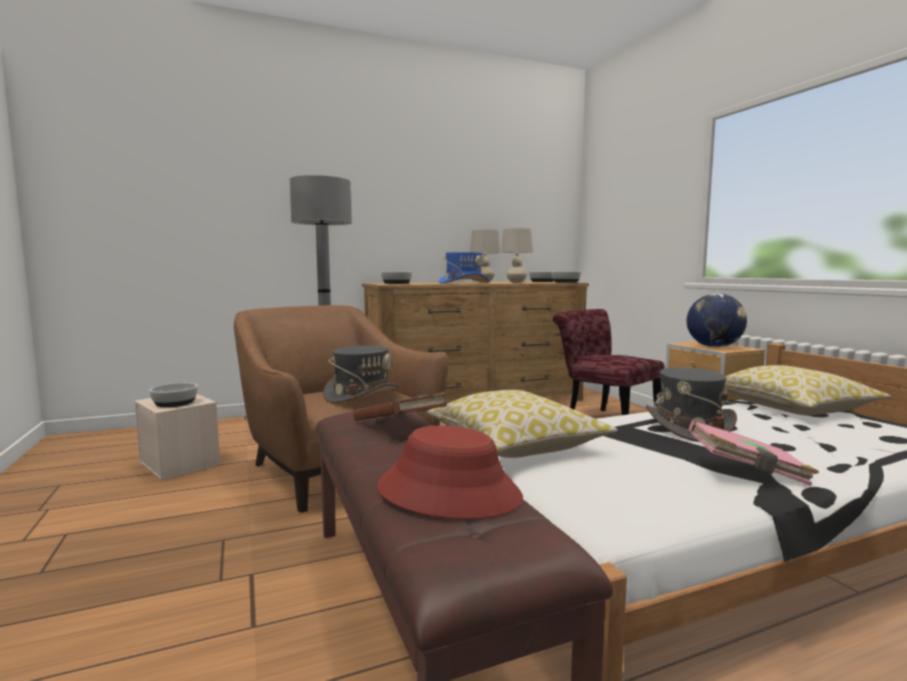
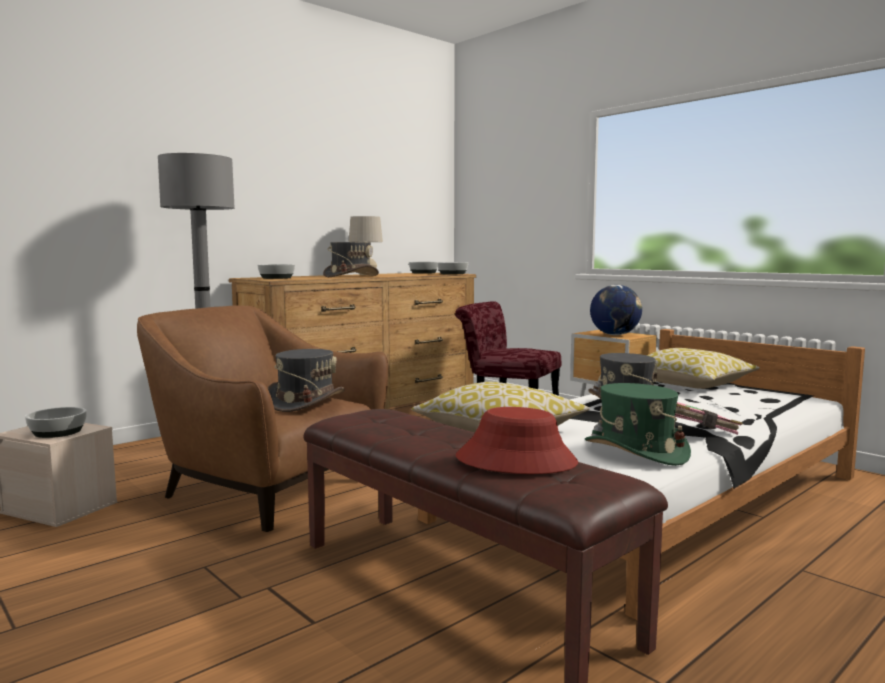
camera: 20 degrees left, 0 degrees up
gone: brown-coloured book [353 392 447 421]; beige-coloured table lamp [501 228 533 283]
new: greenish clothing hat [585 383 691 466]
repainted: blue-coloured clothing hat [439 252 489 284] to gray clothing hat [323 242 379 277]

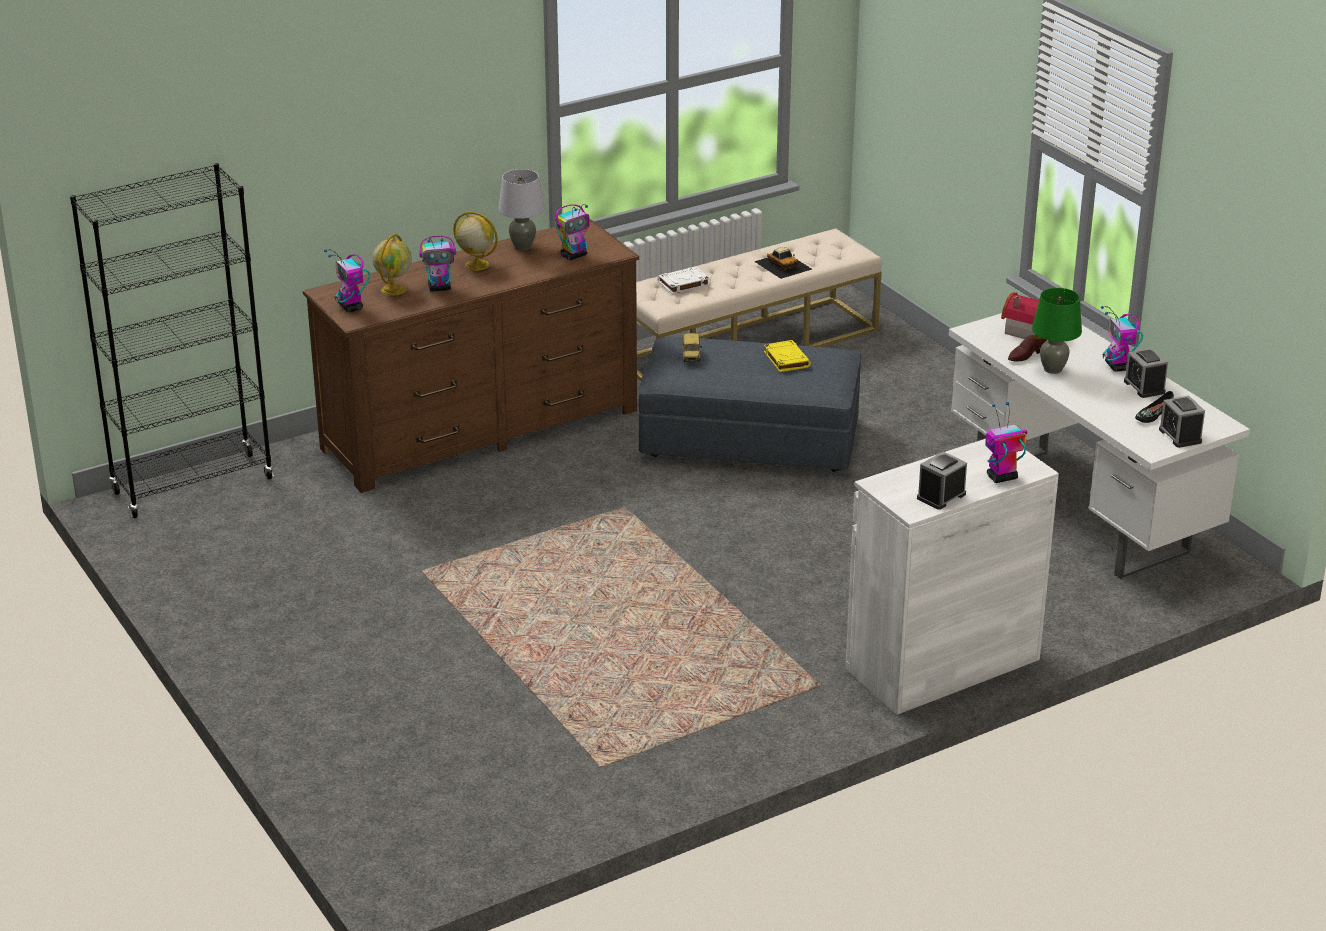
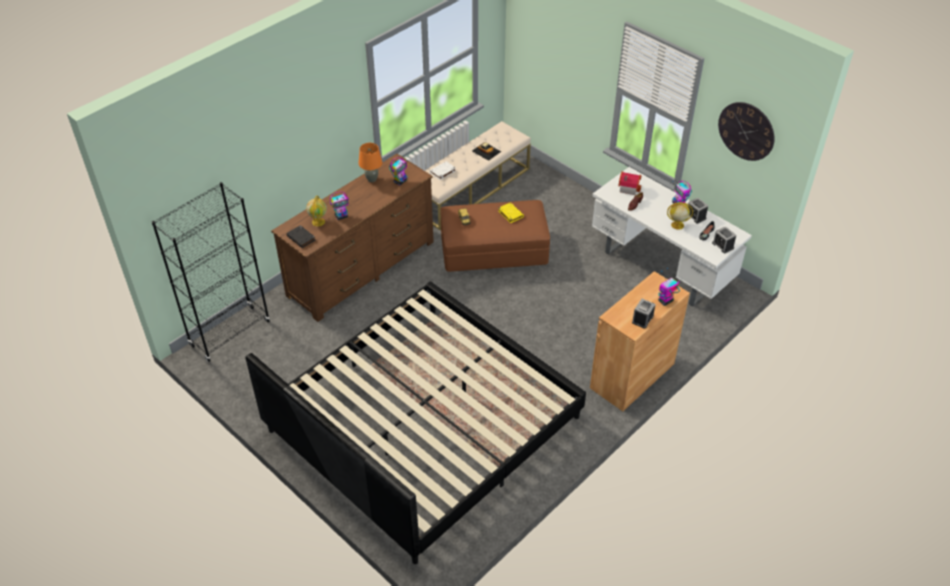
camera: 15 degrees left, 15 degrees up
gone: greenish table lamp [1032 288 1082 374]
new: bed [246 281 586 564]; clock on the wall [718 102 774 161]
shifted: globe [453 212 498 271] to [667 202 693 230]
swapped: toy robot [324 249 370 312] to black book [286 225 315 248]
repainted: gray table lamp [499 169 545 250] to orange table lamp [358 143 382 182]; gray ottoman [638 336 861 472] to brown-coloured ottoman [441 200 550 272]; white-coloured storage cabinet [845 439 1059 715] to brown-coloured storage cabinet [590 271 690 411]

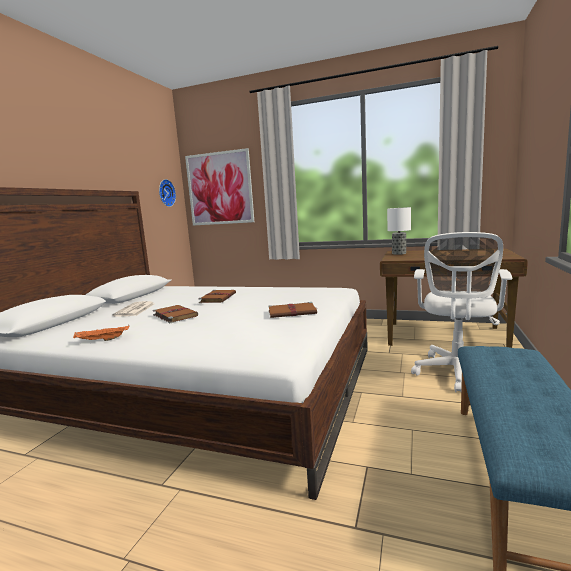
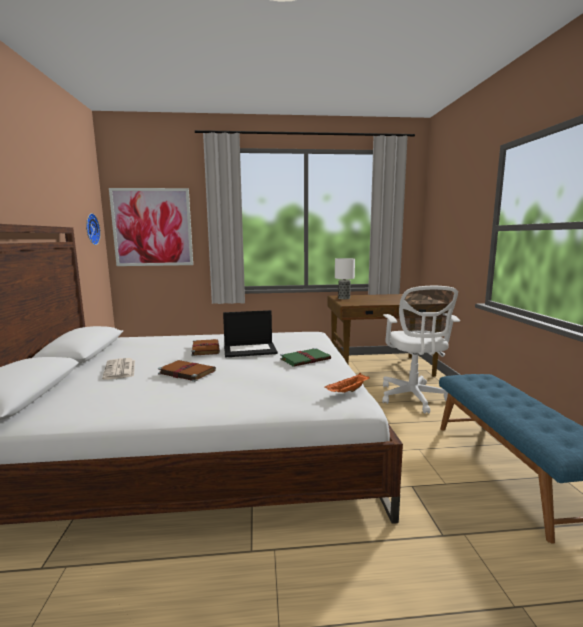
camera: 25 degrees left, 0 degrees up
new: portable computer [223 310 278 357]
shifted: orange serving tray [73 325 129 341] to [324 373 369 393]
repainted: brown-coloured book [268 302 317 318] to greenish book [280 348 331 367]

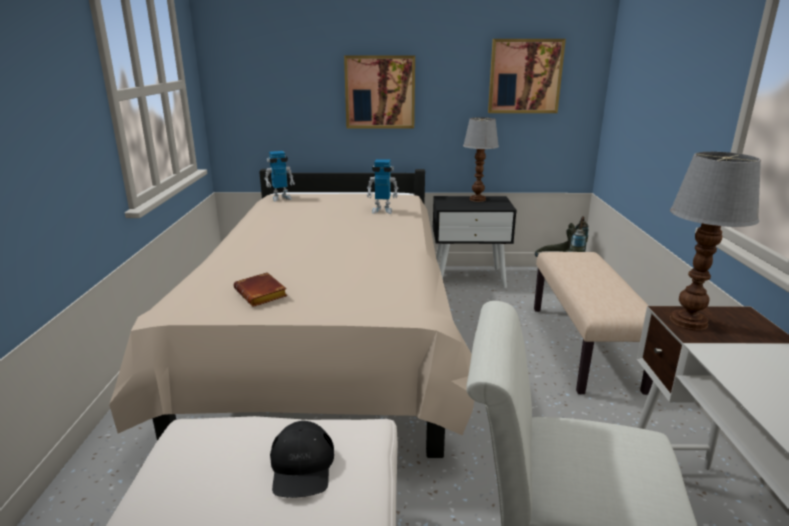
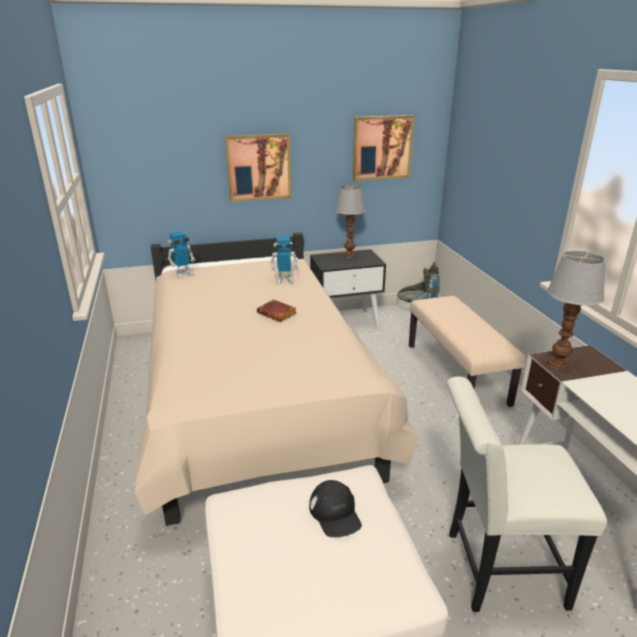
camera: 15 degrees left, 5 degrees up
shifted: brown-coloured book [234 272 288 307] to [257 299 297 322]

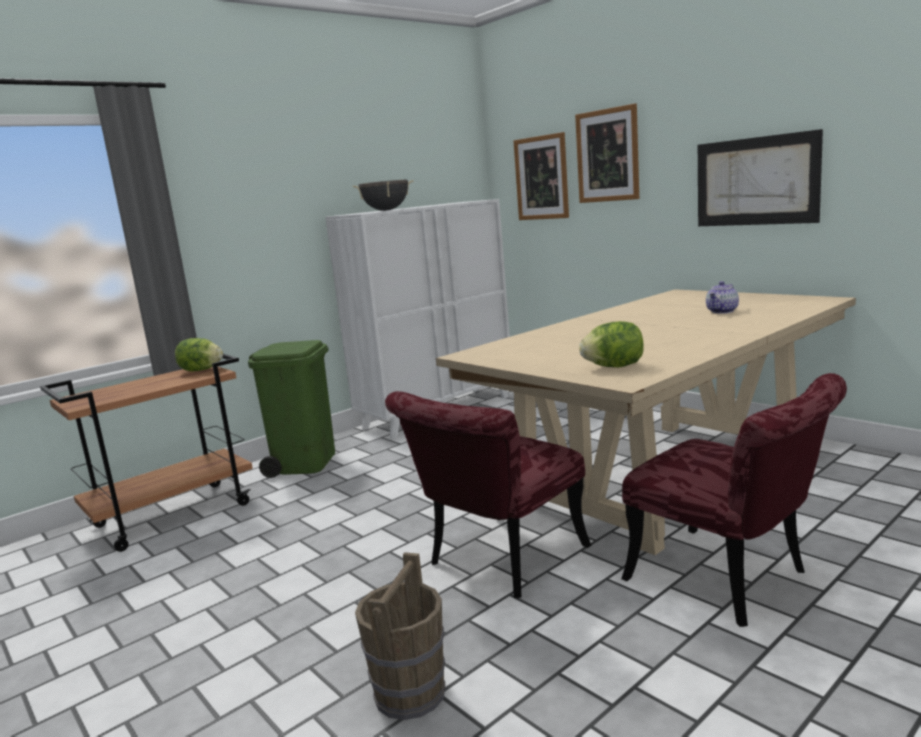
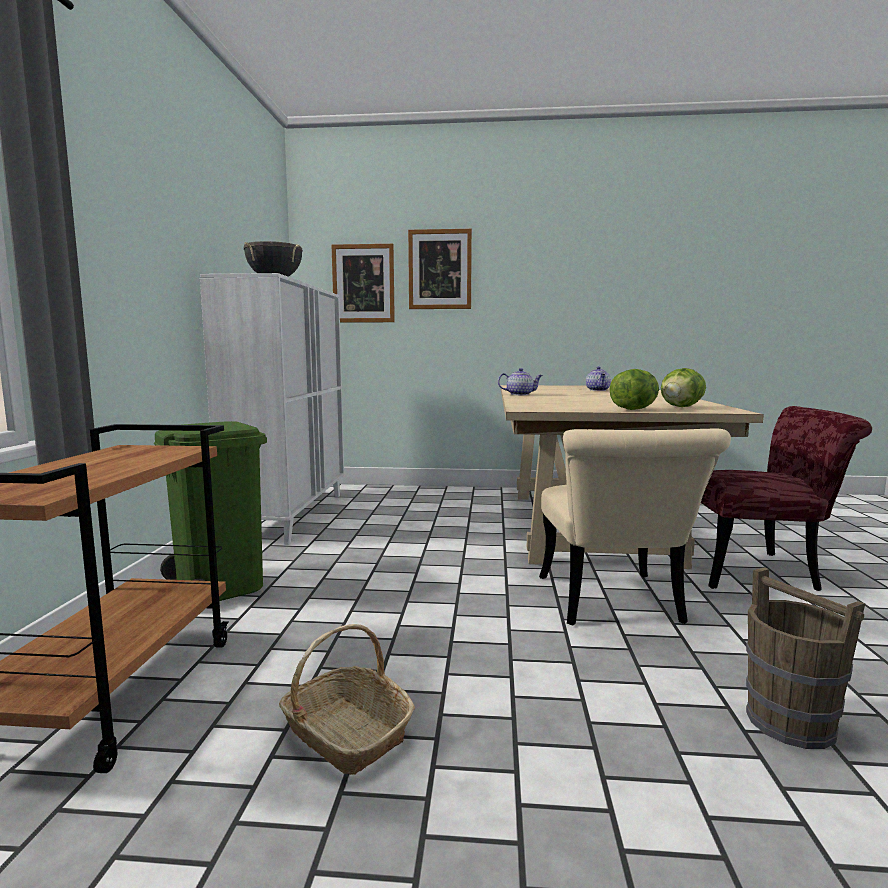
camera: 45 degrees left, 5 degrees down
gone: wall art [698 129 823 226]
new: storage basket [279 624 415 775]; teapot [498 368 543 395]
shifted: head of lettuce [175 338 223 371] to [609 369 659 410]
repainted: reddish upright chair [385 391 591 598] to beige-coloured upright chair [539 428 731 625]

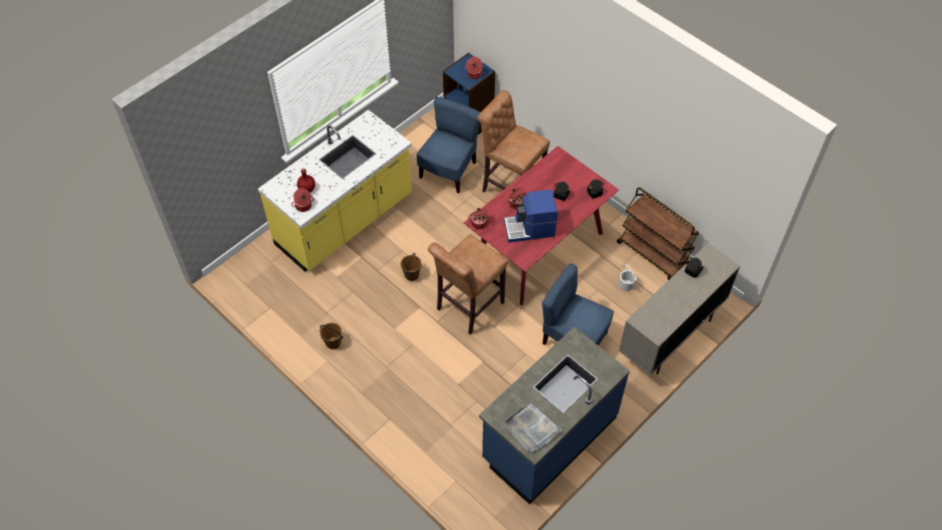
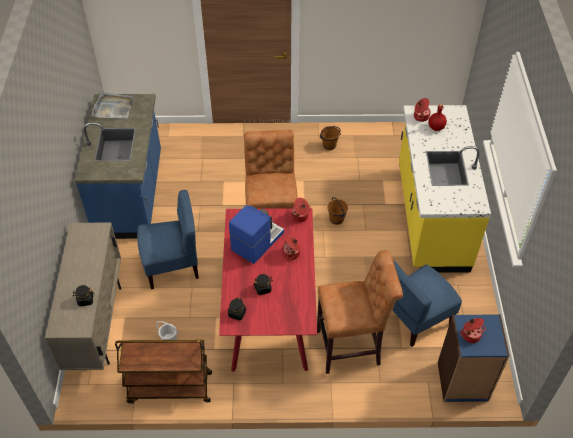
camera: 135 degrees right, 5 degrees down
rotated: blue-coloured upright chair [417 97 481 194] = [392 261 462 347] 75 degrees clockwise

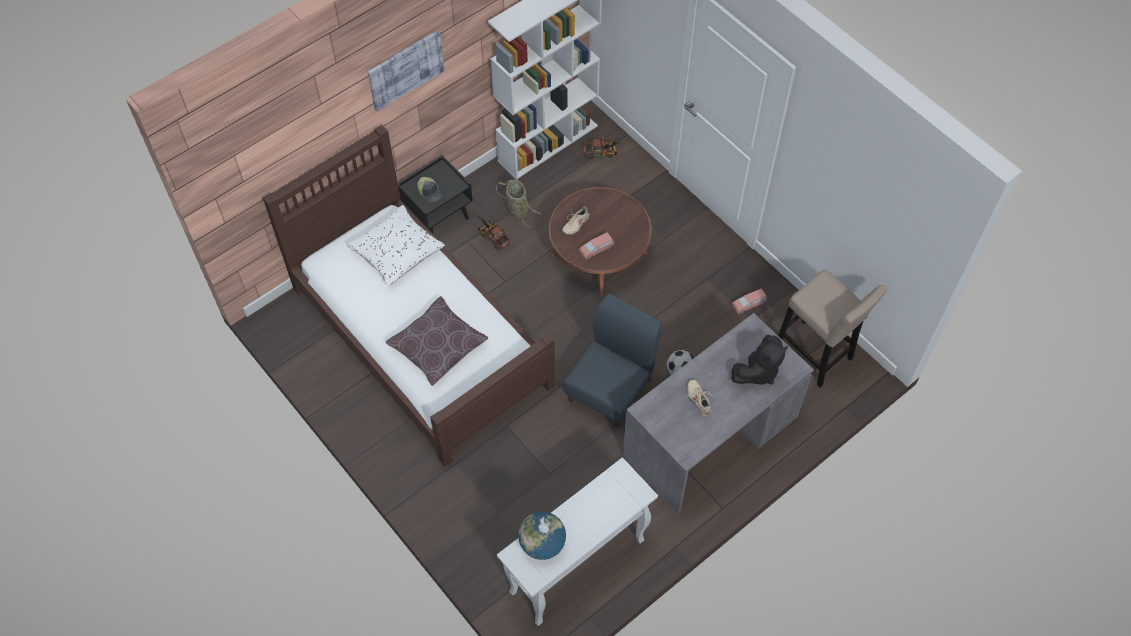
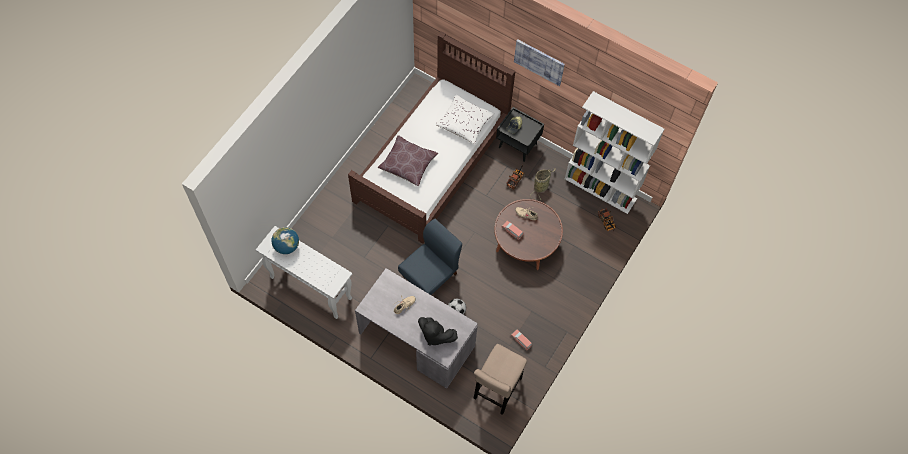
camera: 70 degrees right, 5 degrees up
rotated: blue-coloured upright chair [563 293 662 427] = [398 219 462 295] 60 degrees counterclockwise

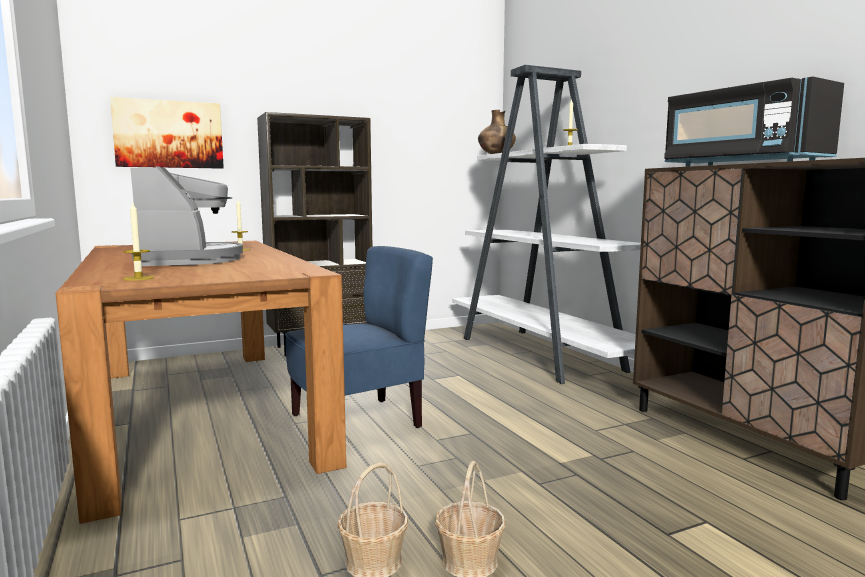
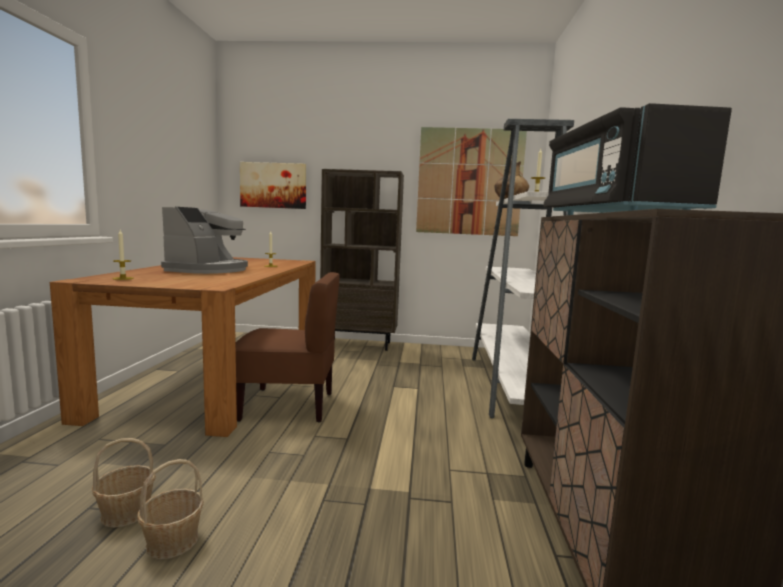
camera: 30 degrees right, 0 degrees up
new: wall art [416 127 527 236]
repainted: blue-coloured upright chair [285 246 433 428] to brown-coloured upright chair [236 272 340 422]

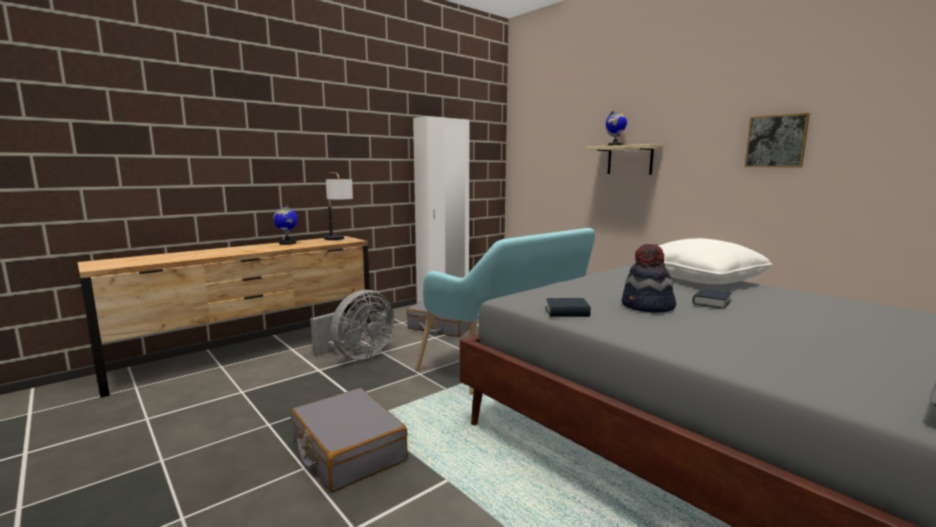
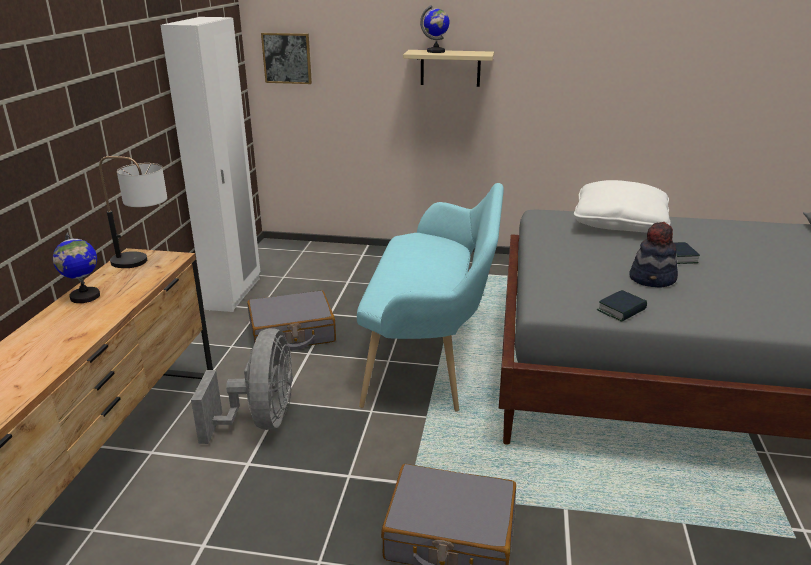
camera: 40 degrees left, 15 degrees up
shifted: wall art [744 113 810 167] to [261 33 312 84]

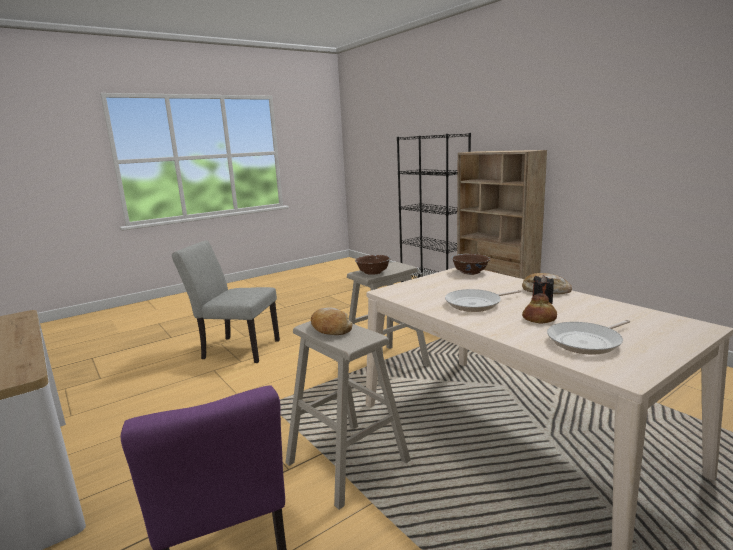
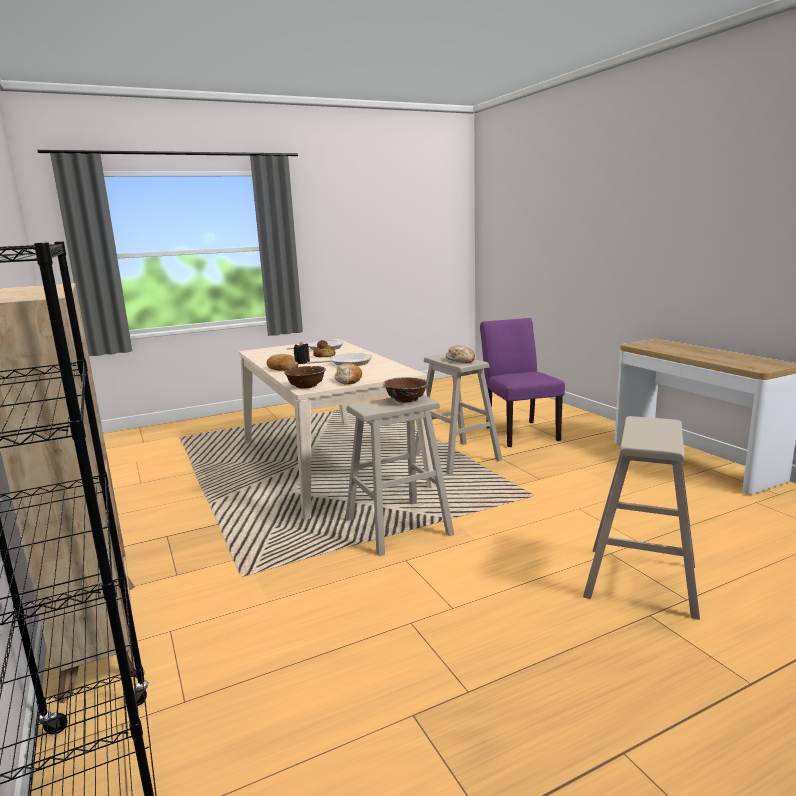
camera: 170 degrees left, 0 degrees up
new: baked bread [334 363 362 385]
swapped: gray upright chair [172 240 280 363] to beige-coloured stool [583 416 700 620]

